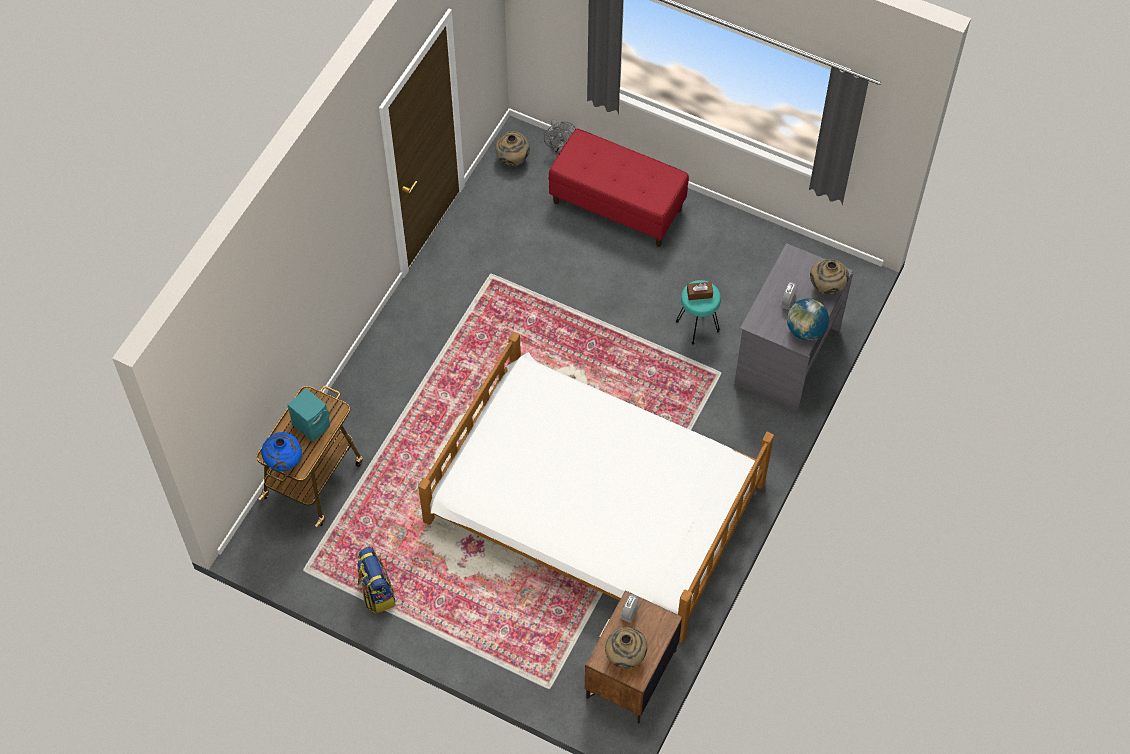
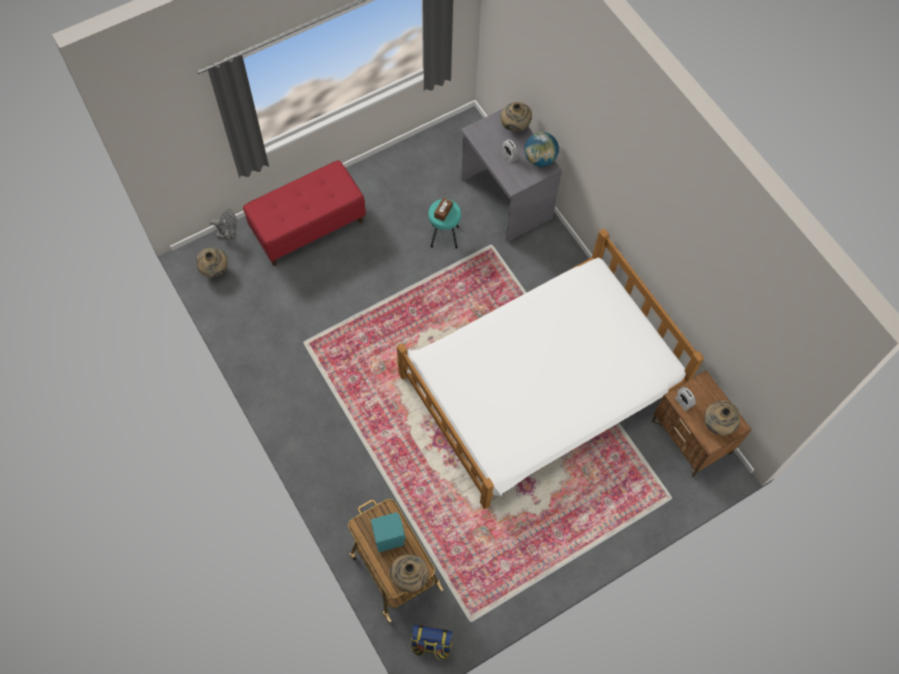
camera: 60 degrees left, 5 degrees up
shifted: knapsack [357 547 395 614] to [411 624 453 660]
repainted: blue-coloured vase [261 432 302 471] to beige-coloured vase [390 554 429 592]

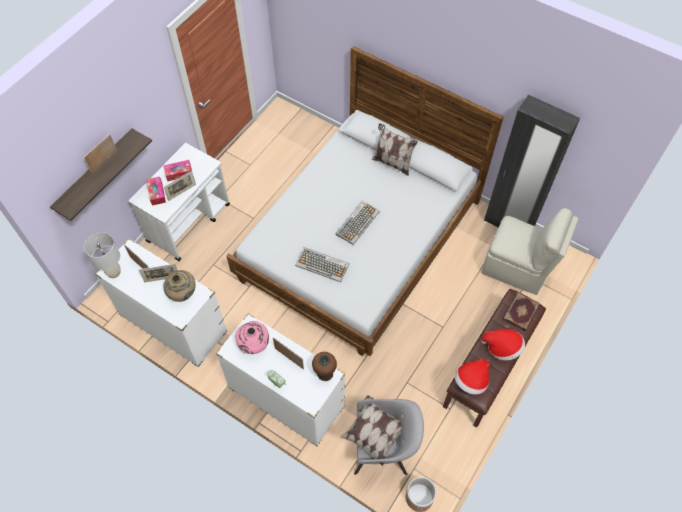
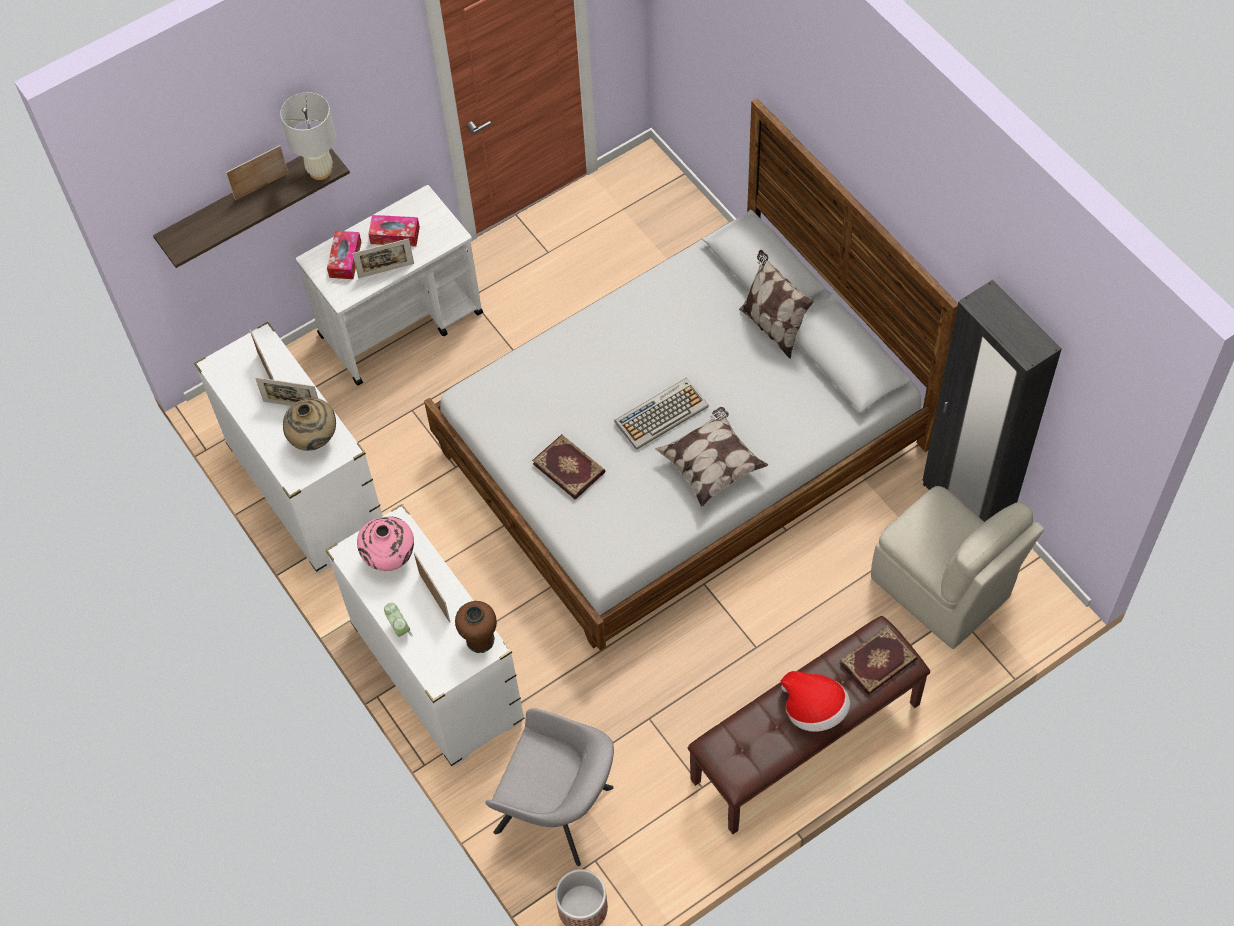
camera: 25 degrees right, 0 degrees up
gone: clothing hat [455 359 490 395]
shifted: white-coloured table lamp [84 232 121 278] to [280 92 336 180]; cushion [340 395 402 466] to [655 407 768 507]
swapped: PC keyboard [295 247 349 282] to book [532 434 606 500]

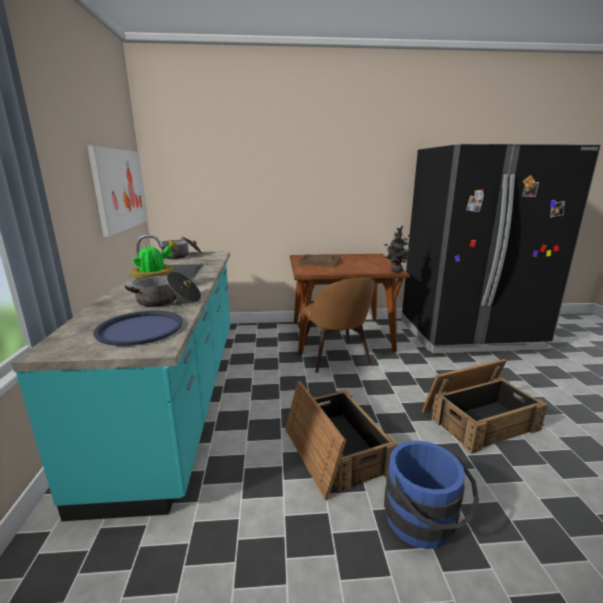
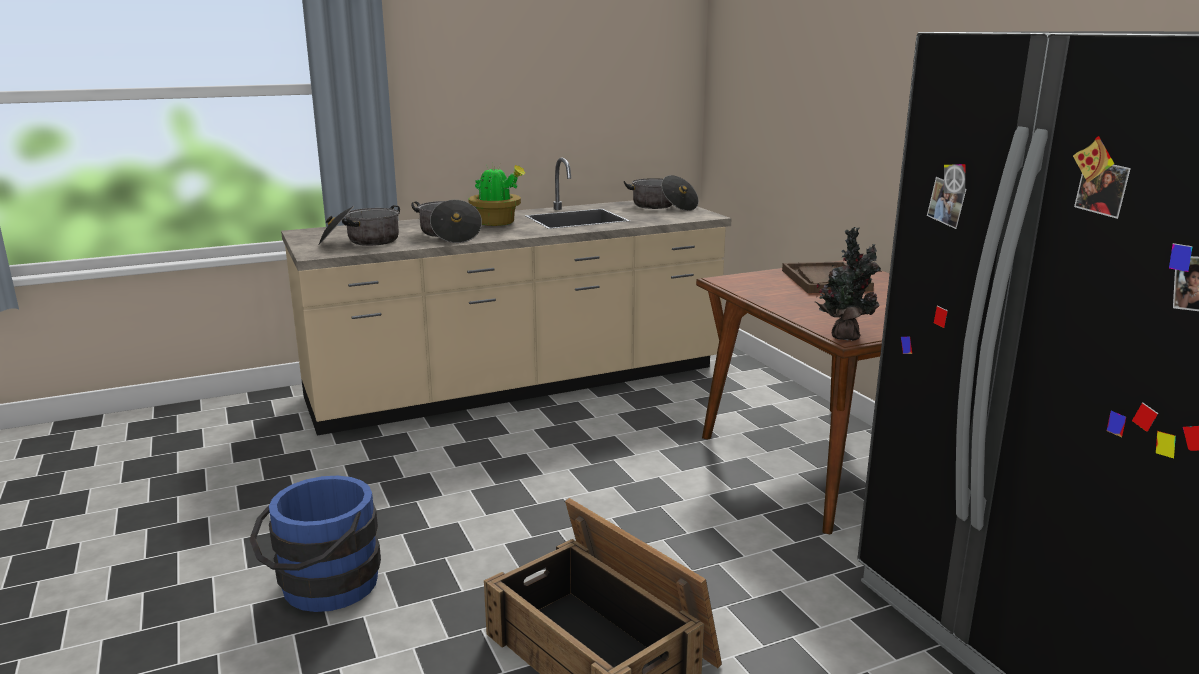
camera: 70 degrees right, 0 degrees up
gone: wall art [88 146 148 237]; packing crate [285 381 399 500]; brown-coloured upright chair [303 278 375 373]
swapped: blue-coloured serving tray [93 311 183 346] to cooking pot [318 205 400 246]
repainted: turquoise kitchen counter [11 234 231 521] to beige-coloured kitchen counter [281 157 732 436]

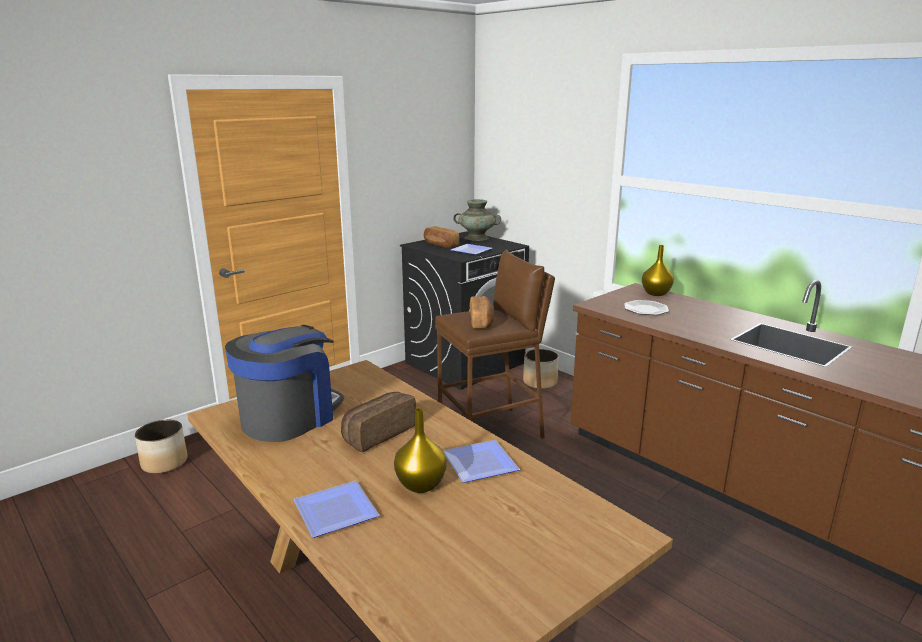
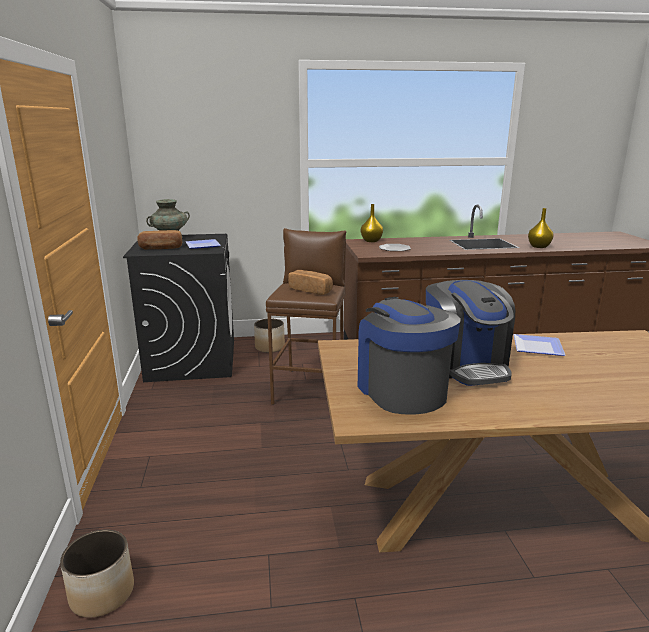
camera: 55 degrees left, 0 degrees up
gone: flat dish [293 481 380 538]
shifted: yellowish vase [394 408 447 493] to [528 208 553 248]
swapped: baked bread [341 392 416 452] to coffee machine [426 280 515 386]

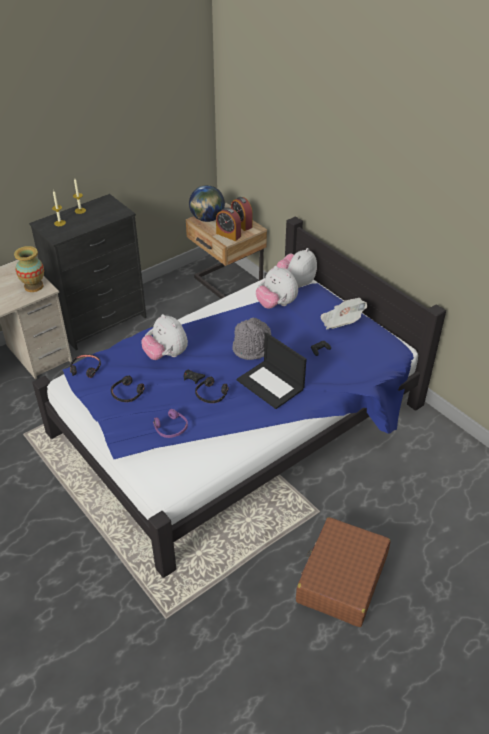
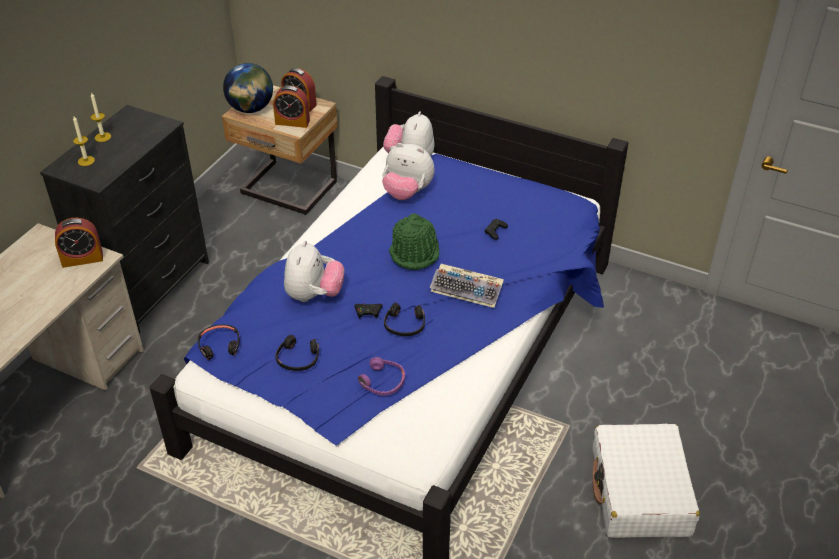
camera: 25 degrees left, 0 degrees up
gone: printed paper [320 298 367 329]
swapped: vase [14 246 44 292] to bedside clock [55 218 103 268]; portable computer [237 332 307 409] to PC keyboard [430 264 504 308]
repainted: gray clothing hat [232 318 271 360] to greenish clothing hat [389 213 440 270]; brown-coloured piece of luggage [296 517 391 627] to white-coloured piece of luggage [593 424 700 538]
rotated: soft toy [141 314 188 360] = [284 241 344 302] 105 degrees counterclockwise

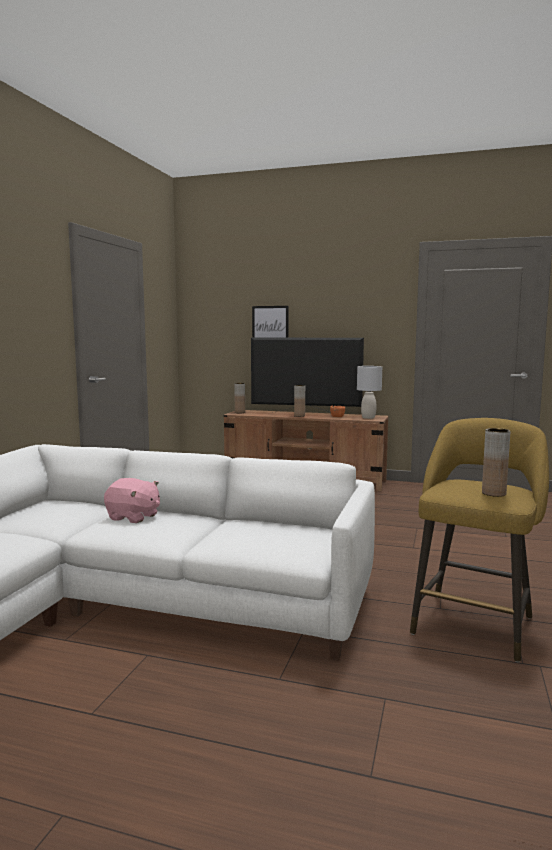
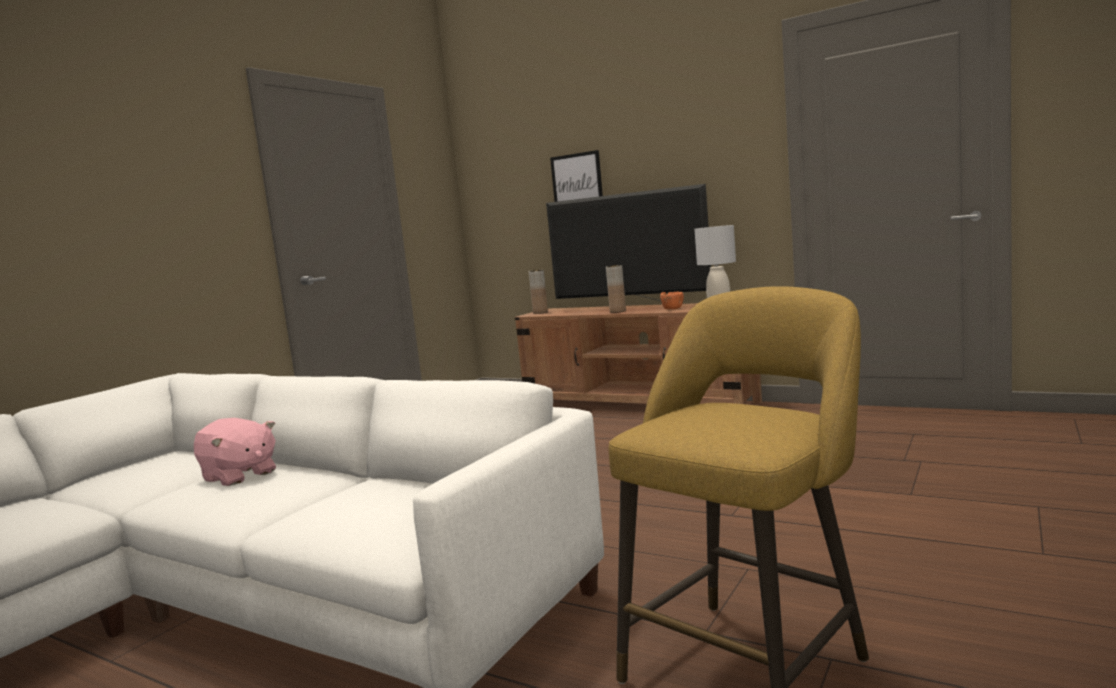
camera: 15 degrees right, 0 degrees up
gone: brown-coloured vase [482 428 510 497]

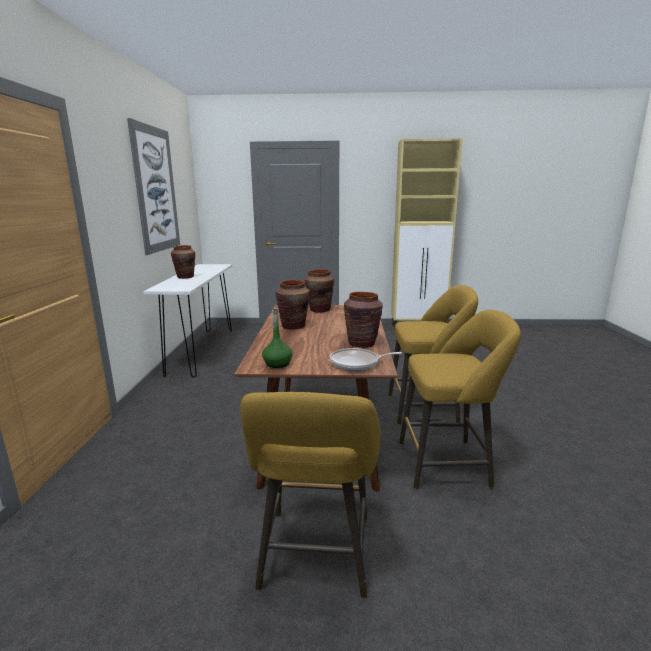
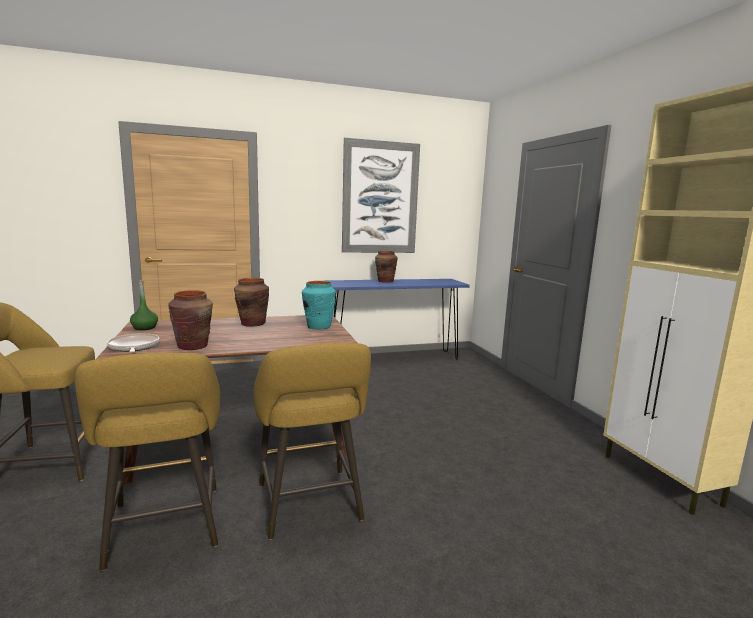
camera: 70 degrees right, 5 degrees down
repainted: white-coloured console table [143 264 232 378] to blue-coloured console table [323 279 470 360]; brown-coloured vase [304 269 335 313] to turquoise vase [302 281 336 330]

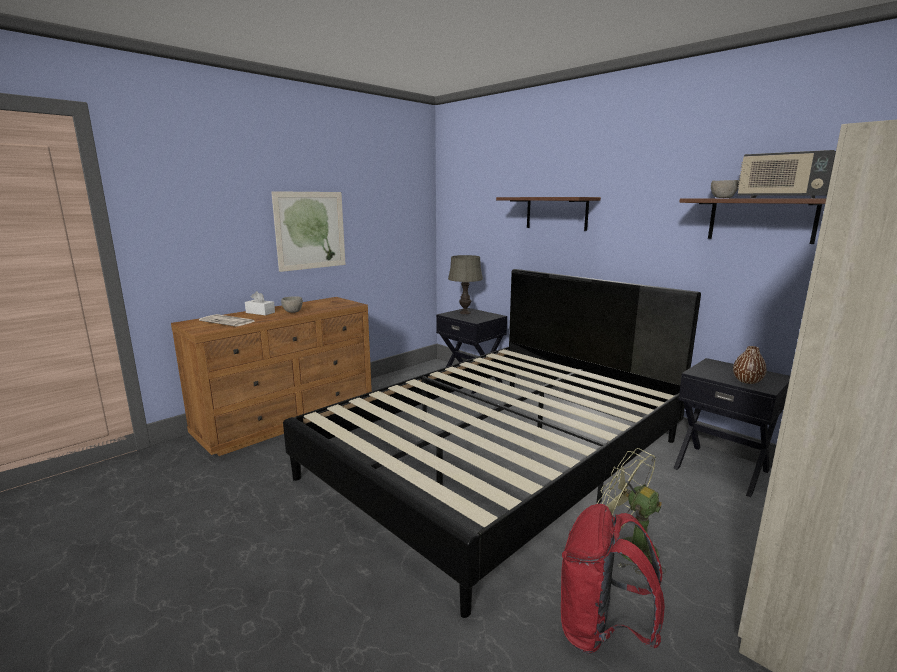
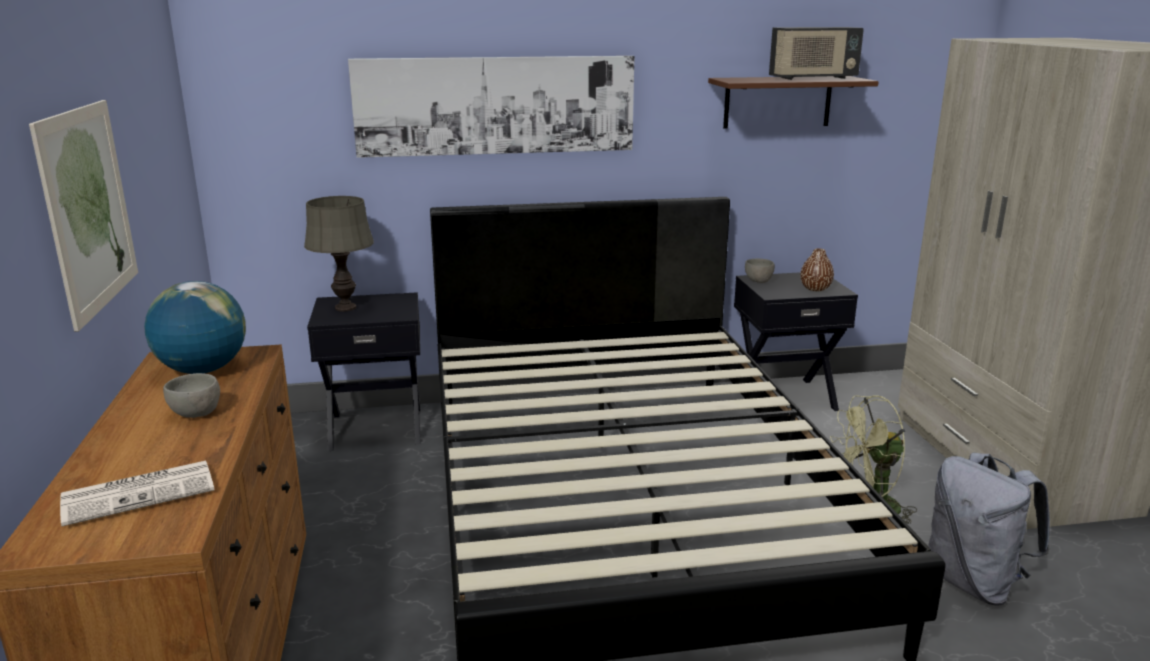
camera: 55 degrees left, 5 degrees up
gone: white-coloured box of tissues [245 291 275 315]
new: globe [144 281 246 374]
shifted: gray bowl [711 180 739 198] to [745 259 775 283]
swapped: brown-coloured bracket shelf [496 197 601 231] to wall art [348 56 634 158]
repainted: reddish knapsack [561 504 665 654] to gray knapsack [929 452 1050 606]

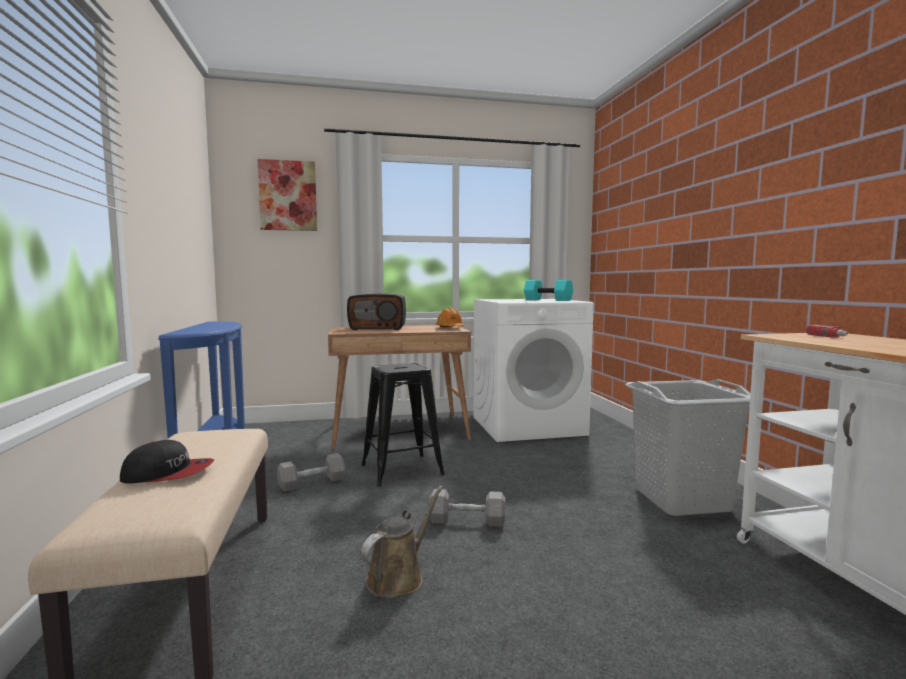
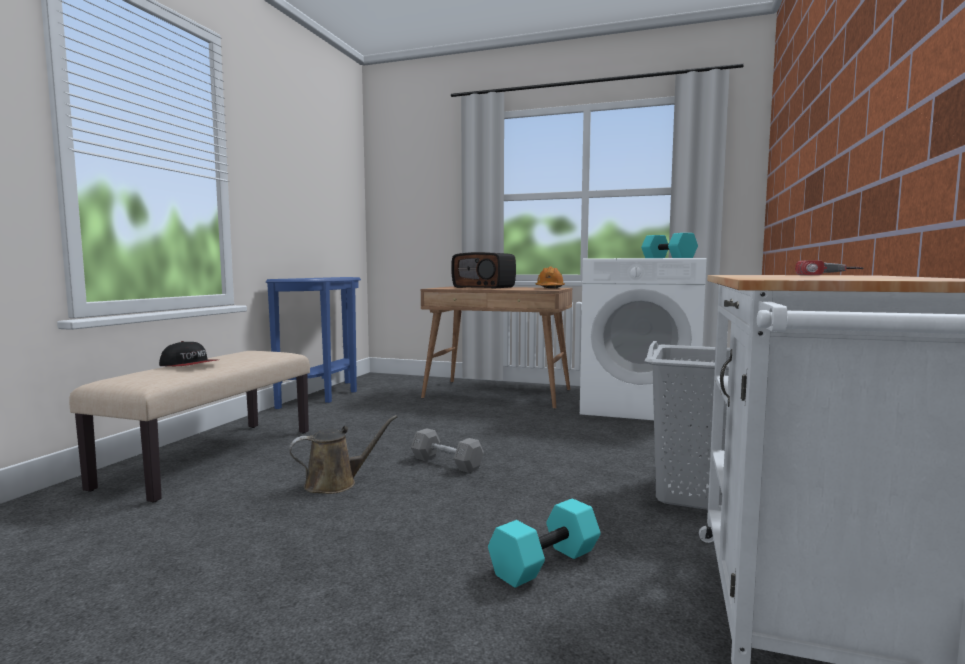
camera: 30 degrees right, 0 degrees up
gone: wall art [258 159 317 231]; gray free weight [277 453 346 492]; black stool [362 363 445 487]
new: turquoise free weight [488 498 601 588]

